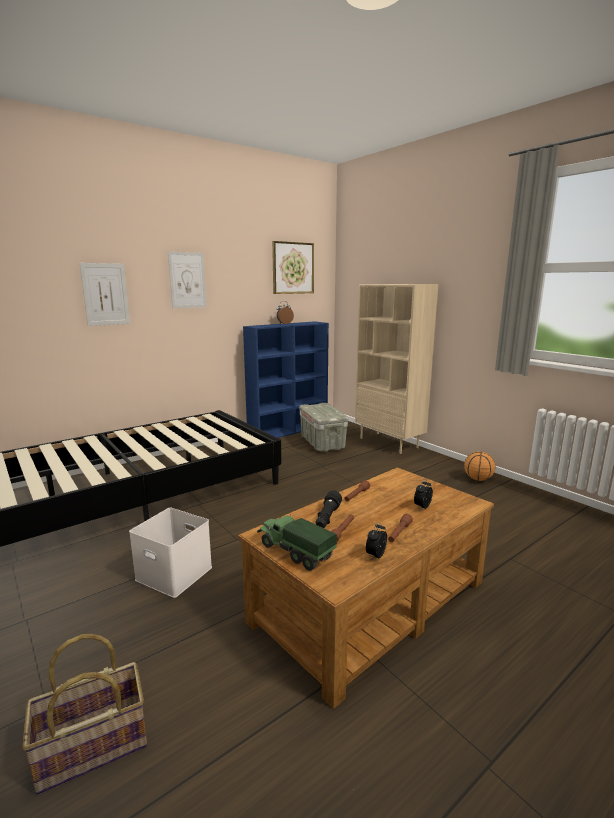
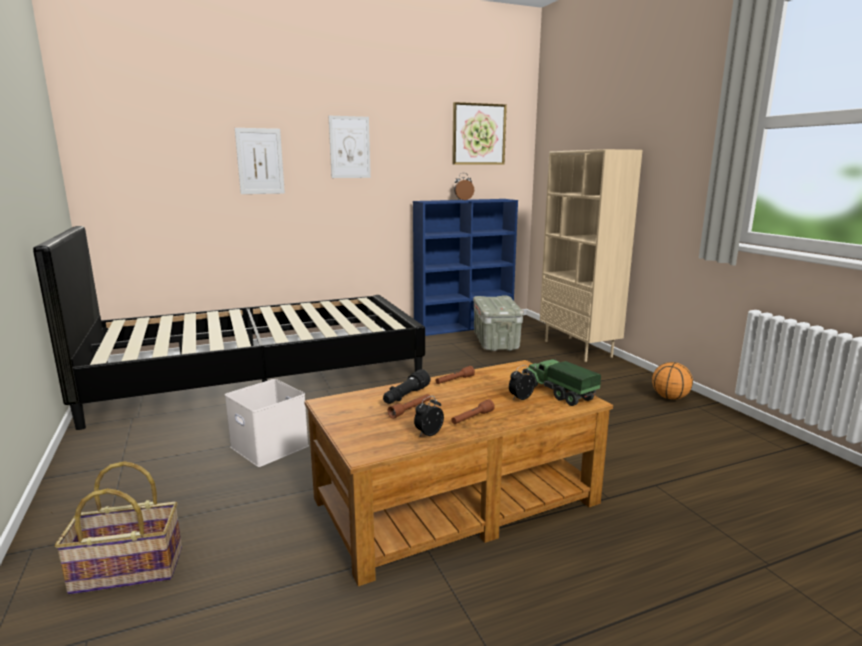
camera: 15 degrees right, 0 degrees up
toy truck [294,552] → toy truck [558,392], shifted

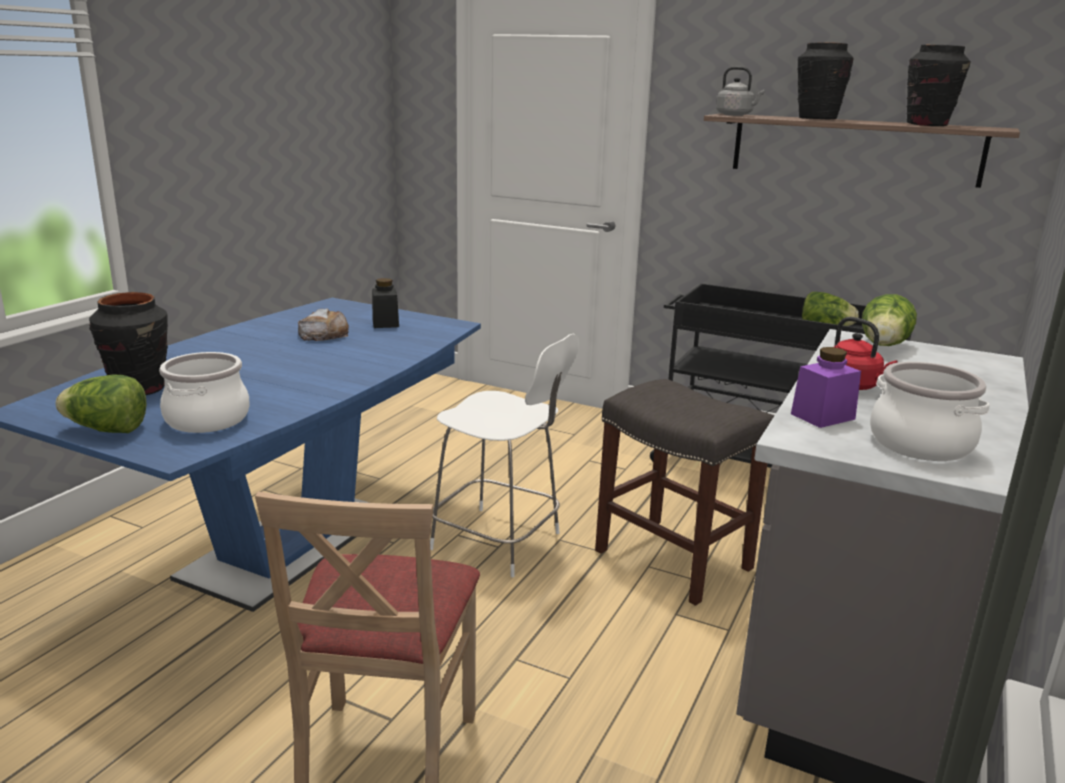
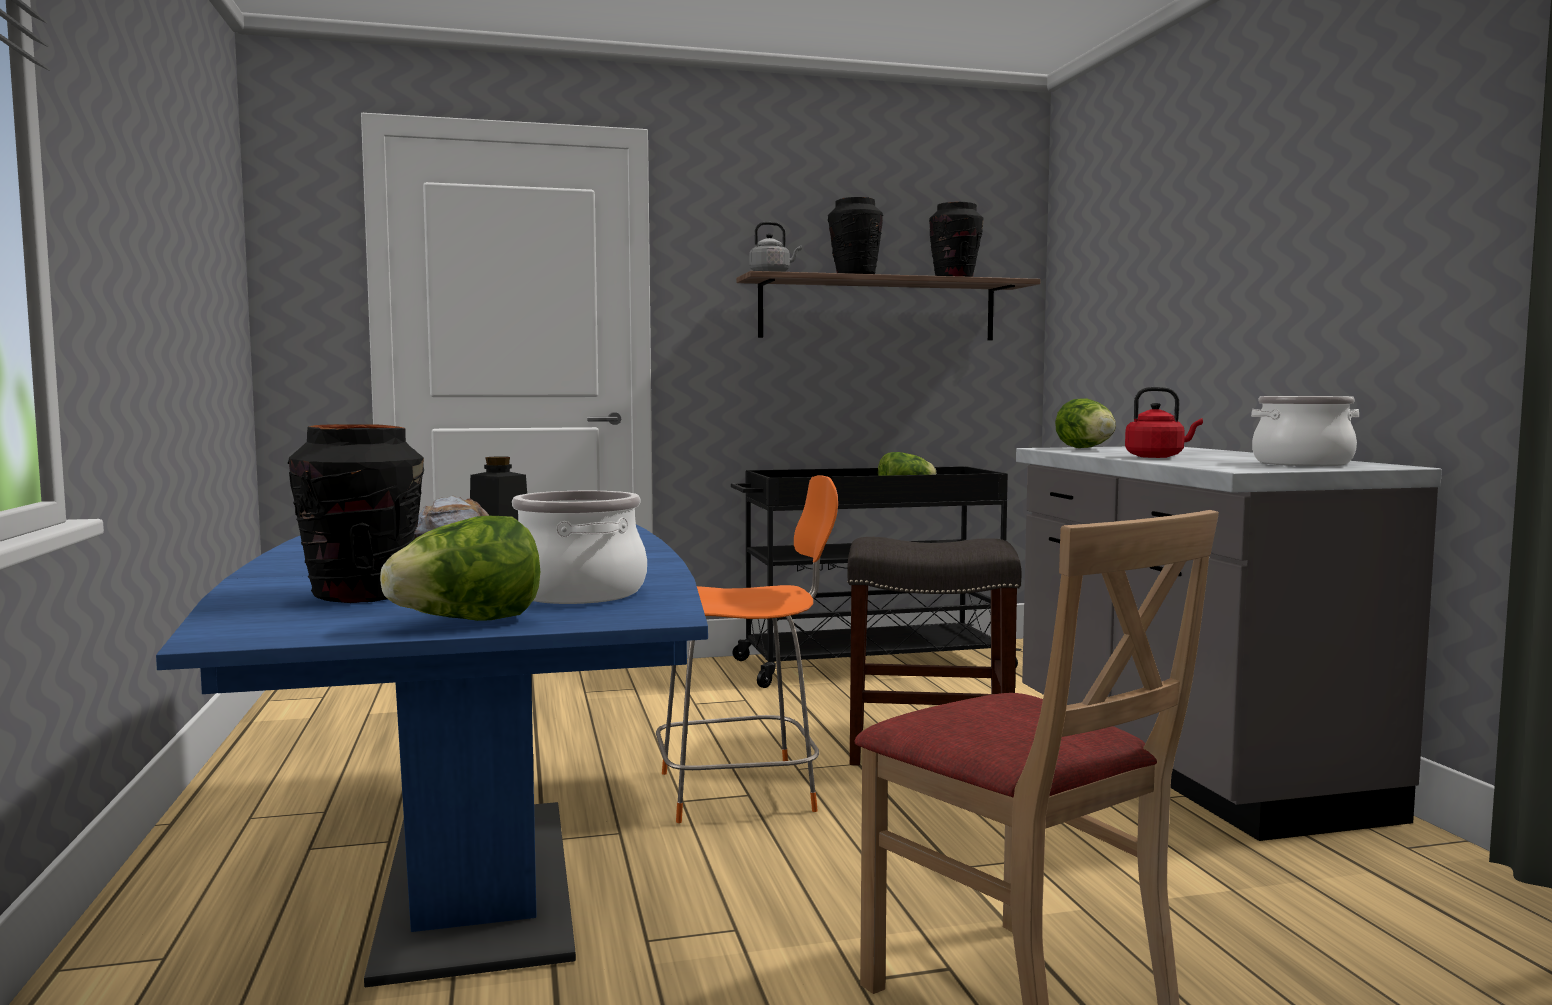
camera: 40 degrees left, 15 degrees down
chair (white) [500,542] → chair (orange) [743,791]
jar (purple) [822,416] → -

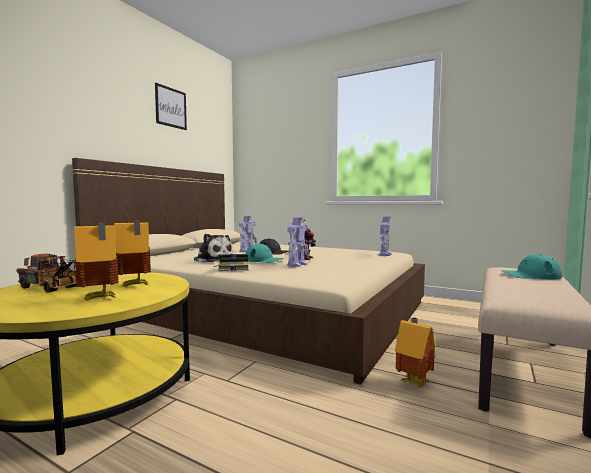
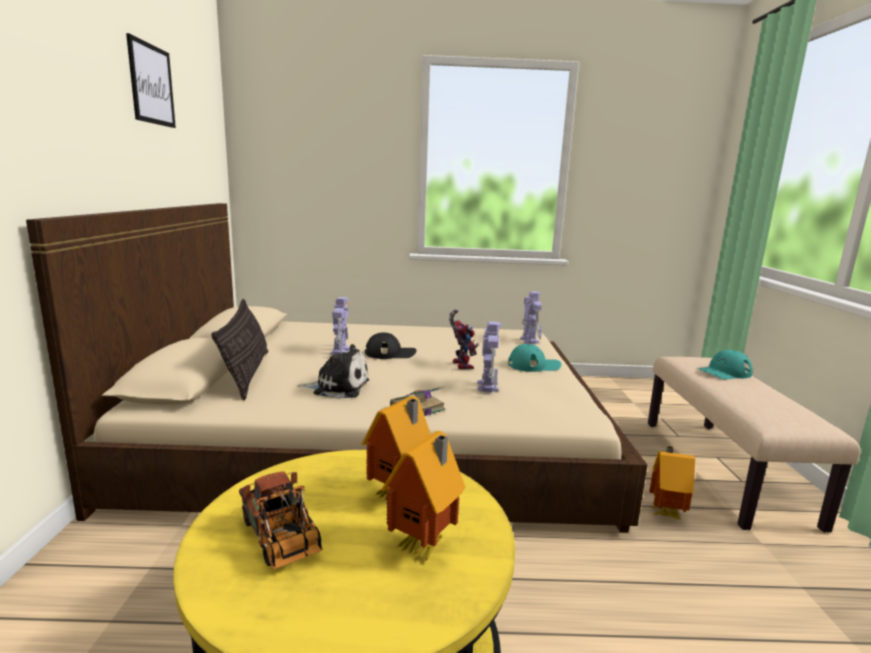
camera: 30 degrees left, 10 degrees up
toy truck [52,288] → toy truck [282,541], 60 degrees clockwise
cap (turquoise) [263,260] → cap (turquoise) [534,365], shifted
- → pillow [247,373]

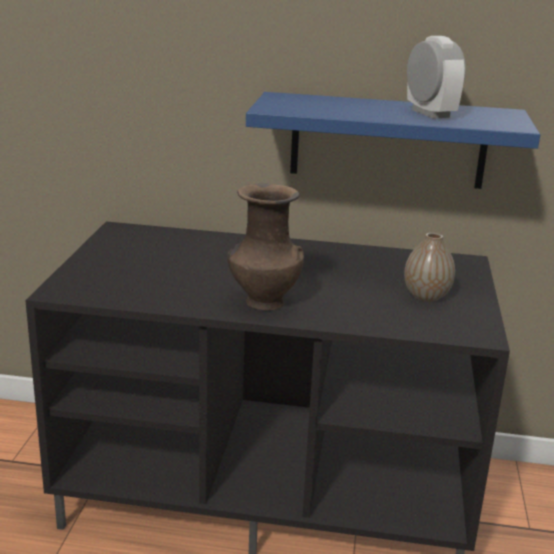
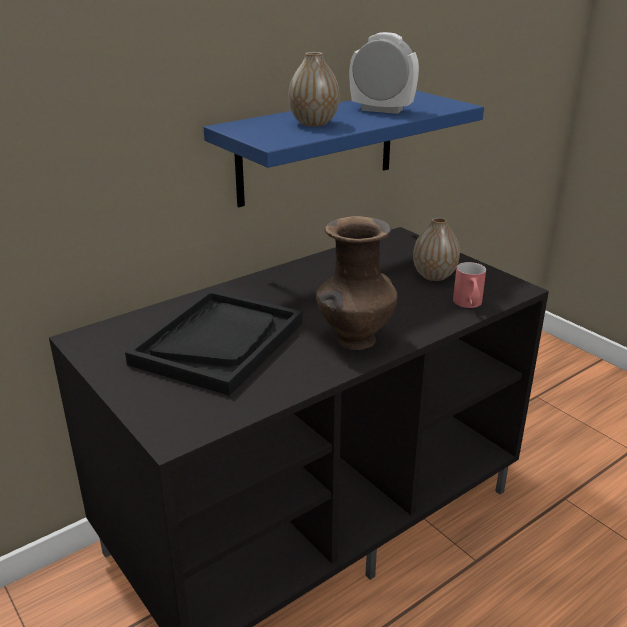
camera: 45 degrees left, 5 degrees up
- → tray (black) [218,343]
- → vase [313,123]
- → mug (red) [468,305]

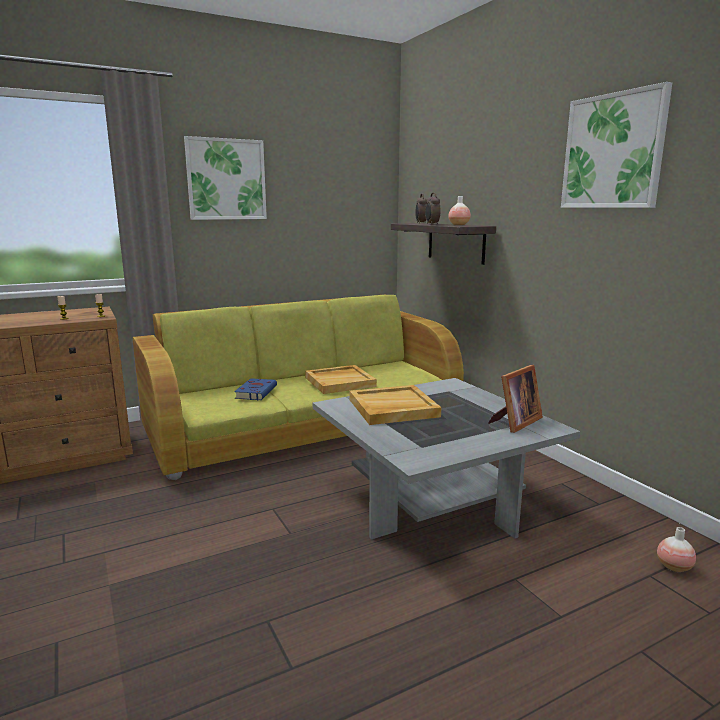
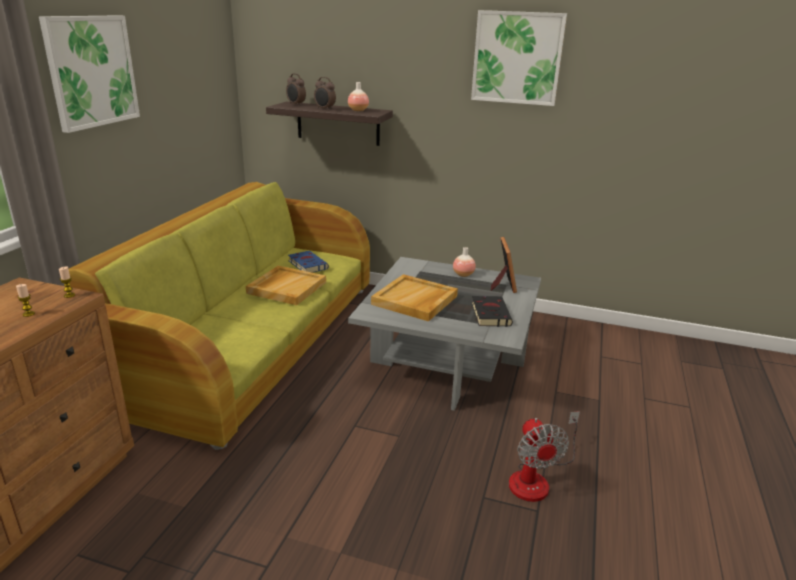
camera: 45 degrees left, 10 degrees up
book (blue) [256,392] → book (blue) [307,264], shifted
vase [674,567] → vase [463,274], shifted
- → book (black) [490,313]
- → fan [536,478]

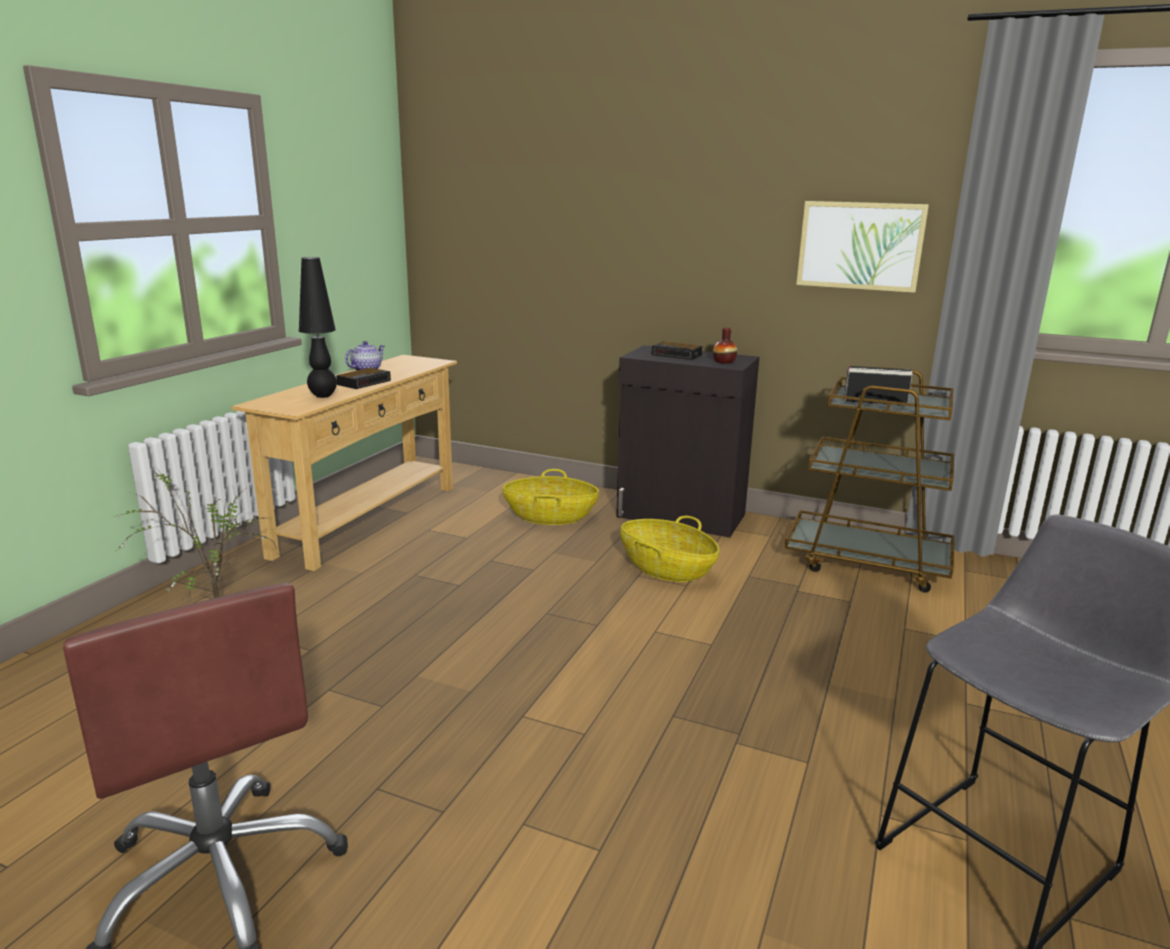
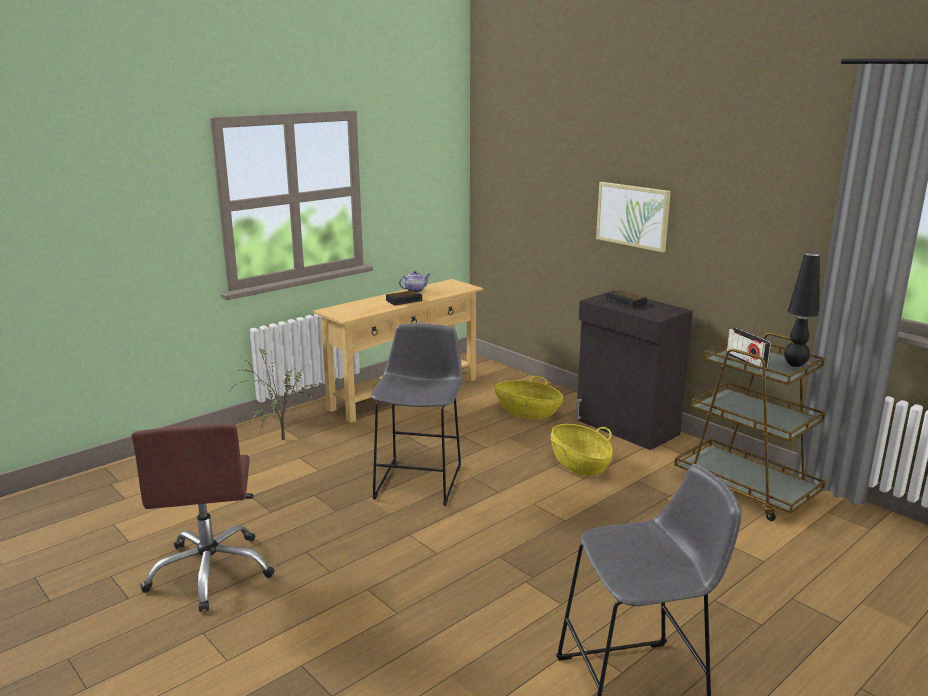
camera: 25 degrees right, 0 degrees up
table lamp (black) [323,396] → table lamp (black) [795,365], shifted
vase [724,361] → -
picture [860,246] → picture [633,215], shifted
radio [875,402] → radio [746,361], 150 degrees counterclockwise
- → stool (grey) [420,479]

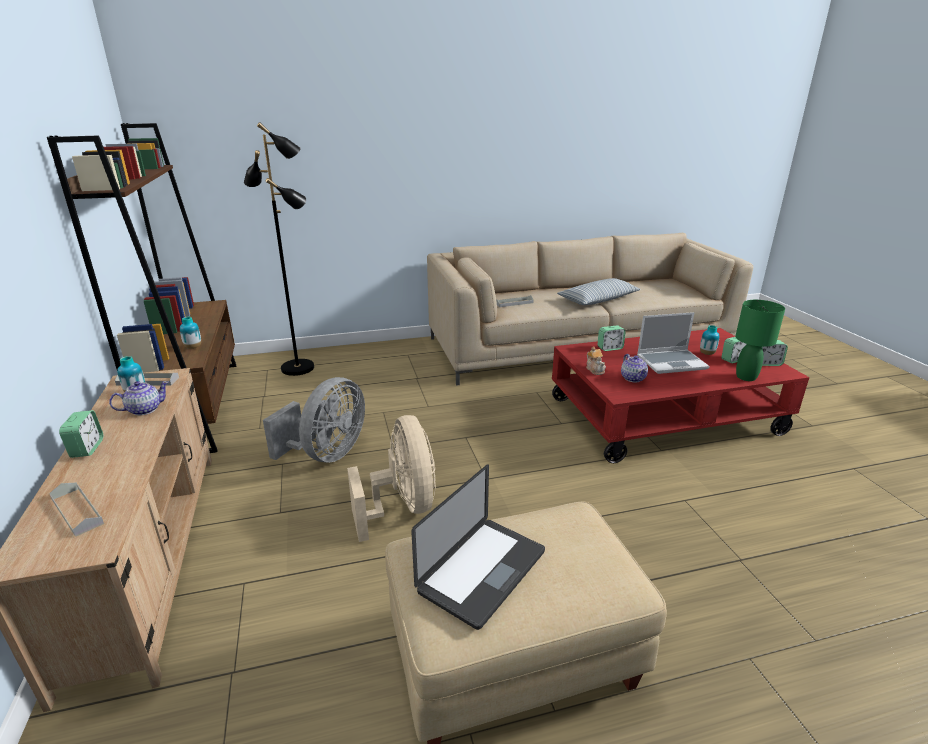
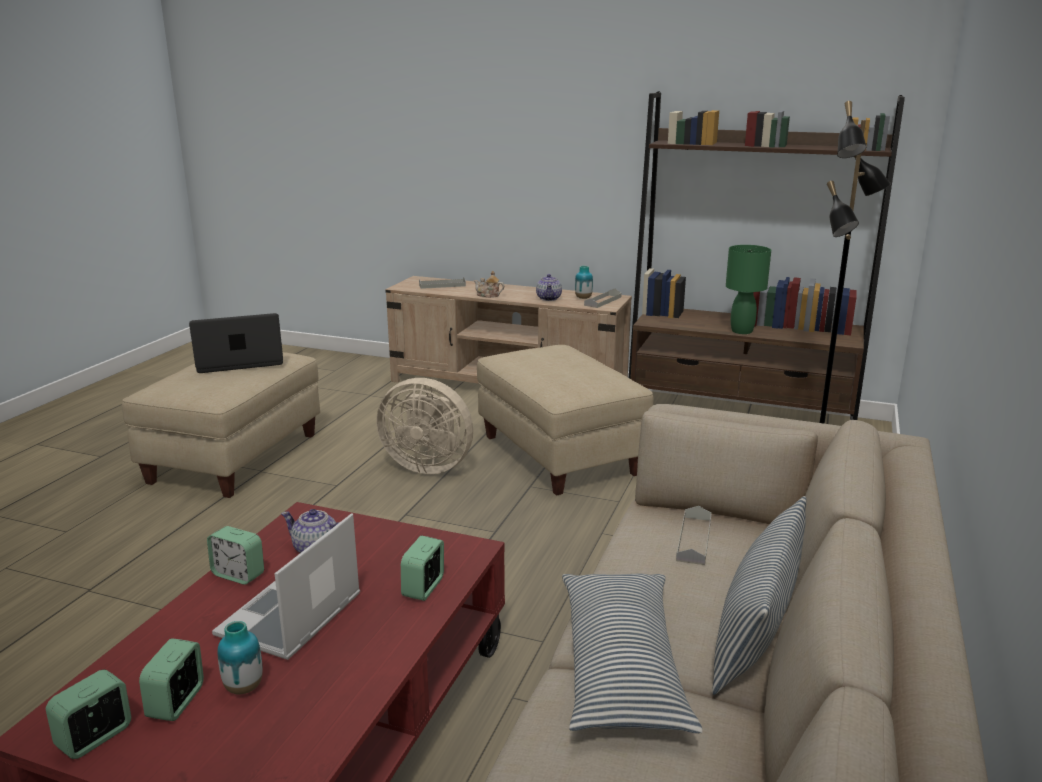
camera: 125 degrees right, 5 degrees down
alarm clock [87,448] → alarm clock [238,574], shifted
vase [193,347] → -
fan (grey) [327,454] → ottoman (beige) [560,454]
laptop [482,571] → laptop [239,362], 90 degrees clockwise
teapot [595,369] → teapot [488,295], shifted
table lamp (green) [745,377] → table lamp (green) [742,331], shifted
- → pillow [756,631]

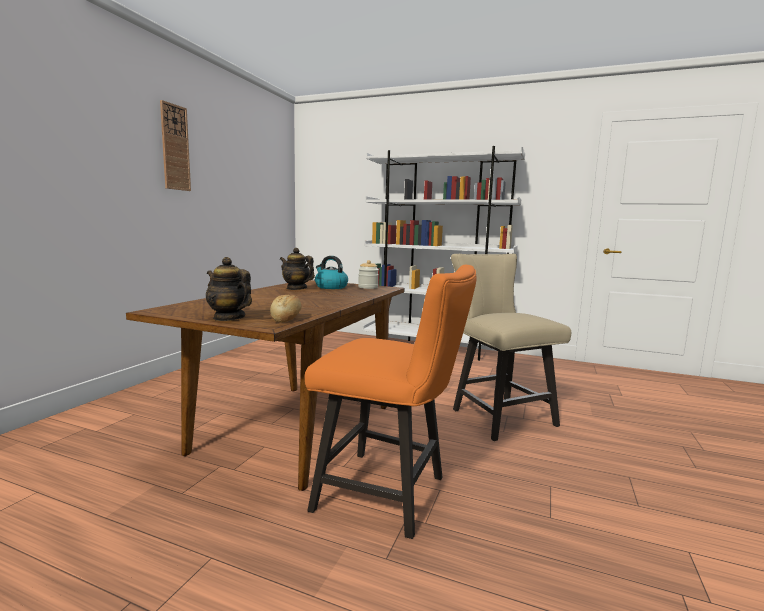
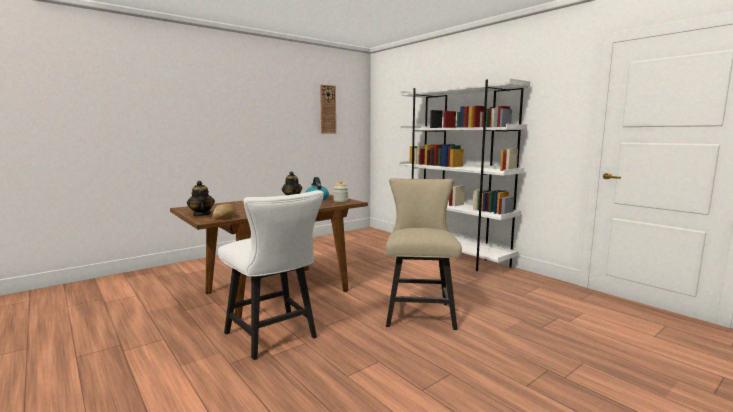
camera: 30 degrees right, 0 degrees up
wall clock [175,147] → wall clock [328,109], shifted
chair (orange) [390,495] → chair (white) [274,337]

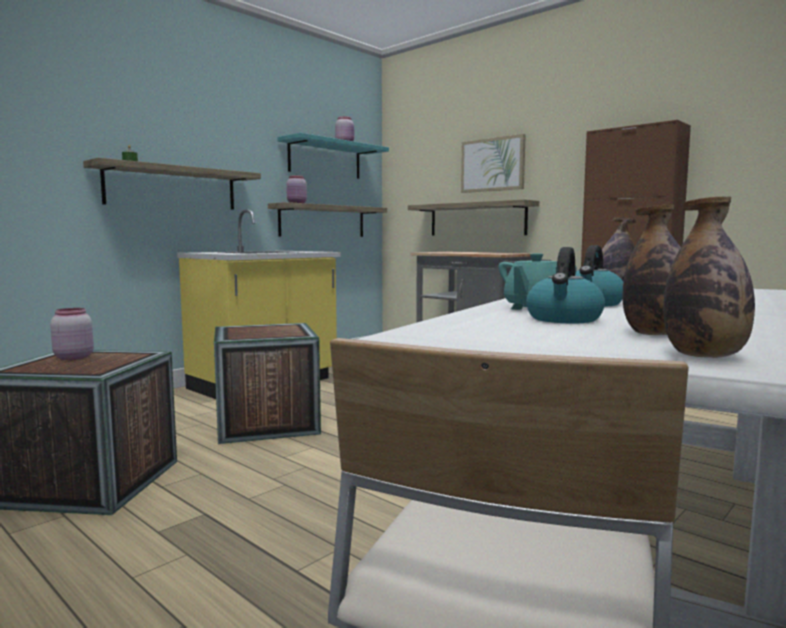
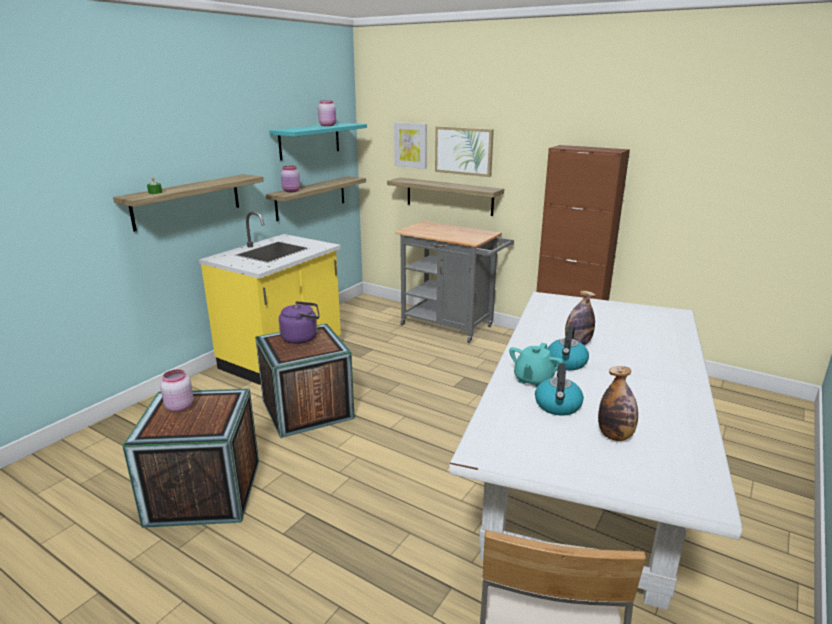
camera: 10 degrees left, 15 degrees up
bottle [705,356] → -
- → kettle (purple) [302,337]
- → picture [411,145]

